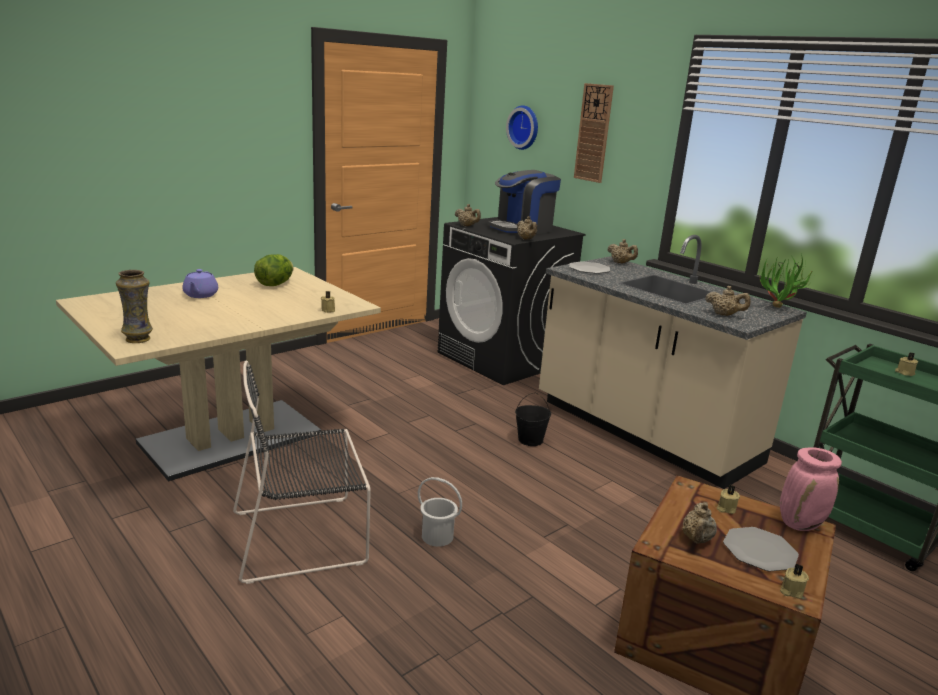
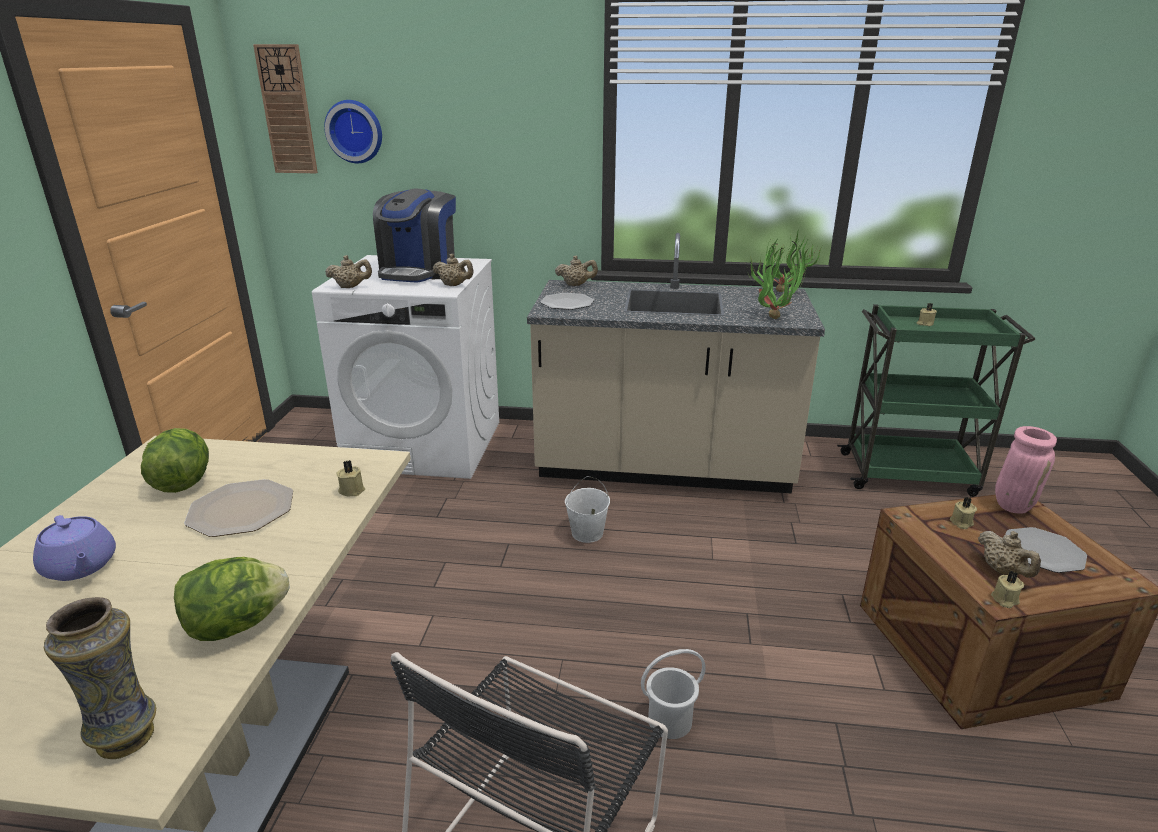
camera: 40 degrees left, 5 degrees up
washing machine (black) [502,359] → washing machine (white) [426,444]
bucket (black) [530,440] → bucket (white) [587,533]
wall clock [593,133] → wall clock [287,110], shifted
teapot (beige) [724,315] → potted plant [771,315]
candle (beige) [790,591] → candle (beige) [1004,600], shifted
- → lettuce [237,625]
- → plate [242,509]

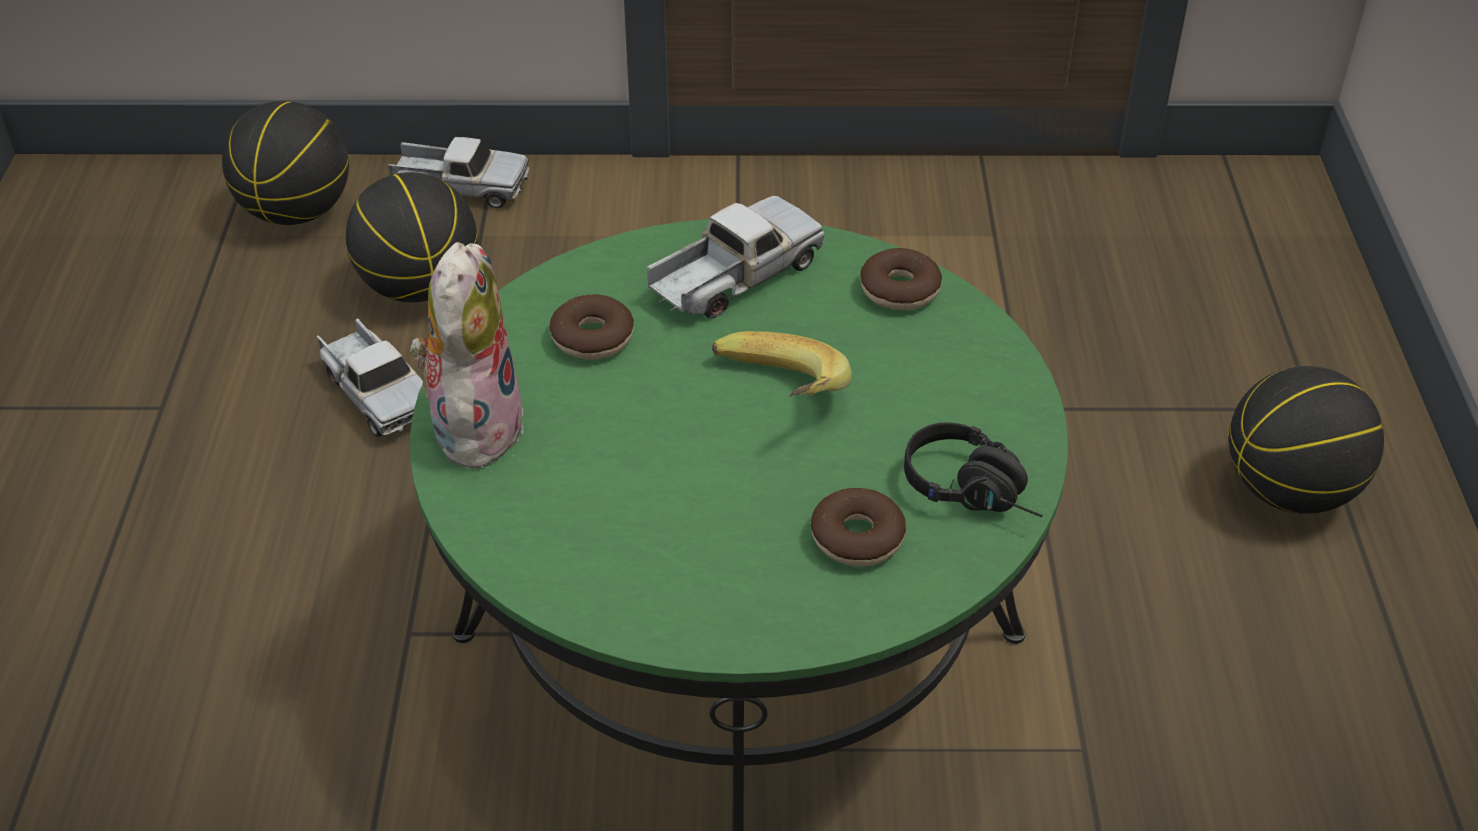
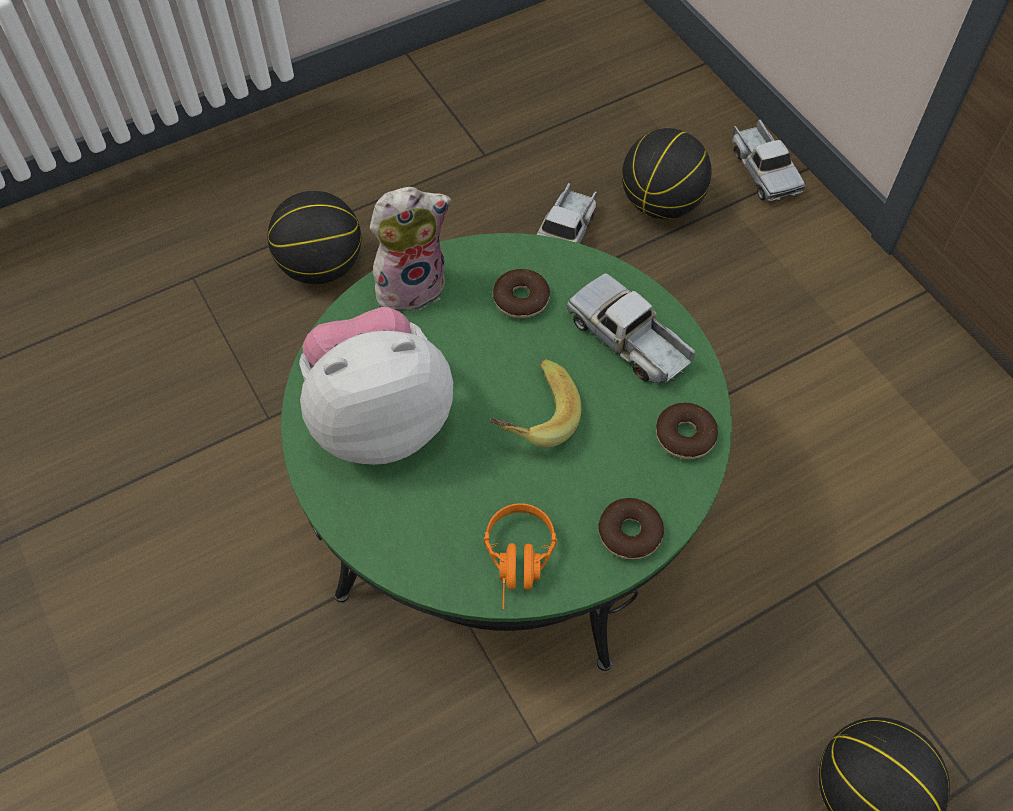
camera: 60 degrees right, 15 degrees up
basketball [297,212] → basketball [321,267], shifted
toy truck [734,277] → toy truck [629,340], 150 degrees counterclockwise
donut [857,538] → donut [629,533], shifted
headphones (black) [976,492] → headphones (orange) [519,564]
- → plush toy [379,419]

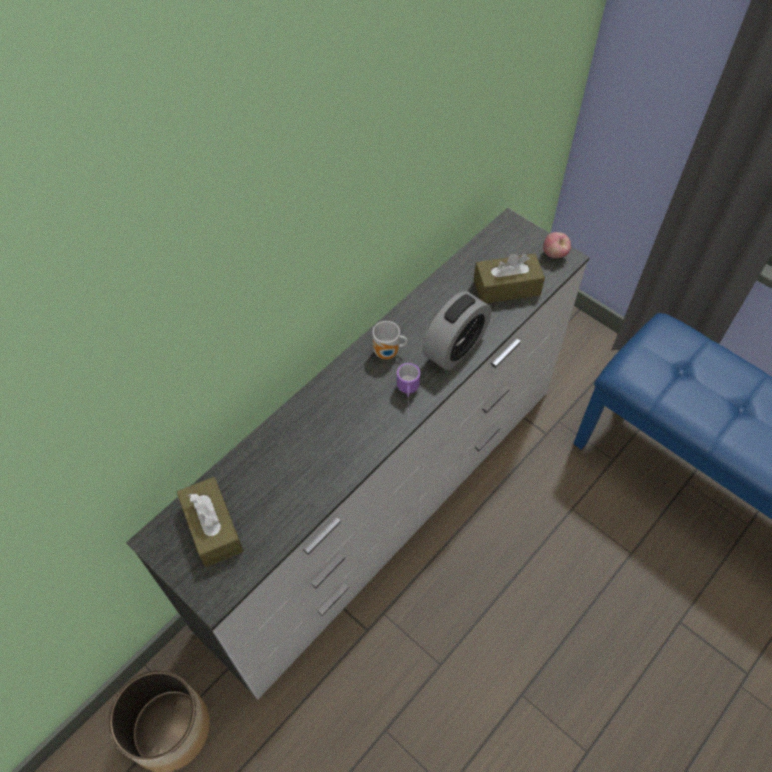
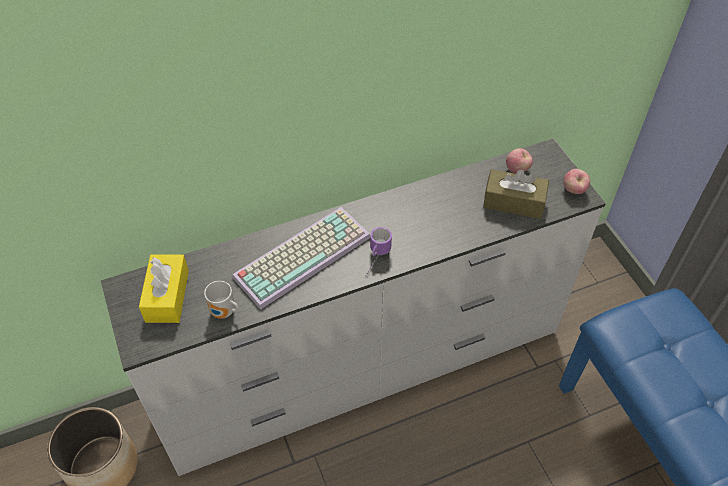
camera: 25 degrees right, 5 degrees down
tissue box (brown) [213,527] → tissue box (yellow) [167,296]
mug [388,353] → mug [224,313], shifted
alarm clock [455,348] → -
- → keyboard [302,254]
- → apple [517,169]

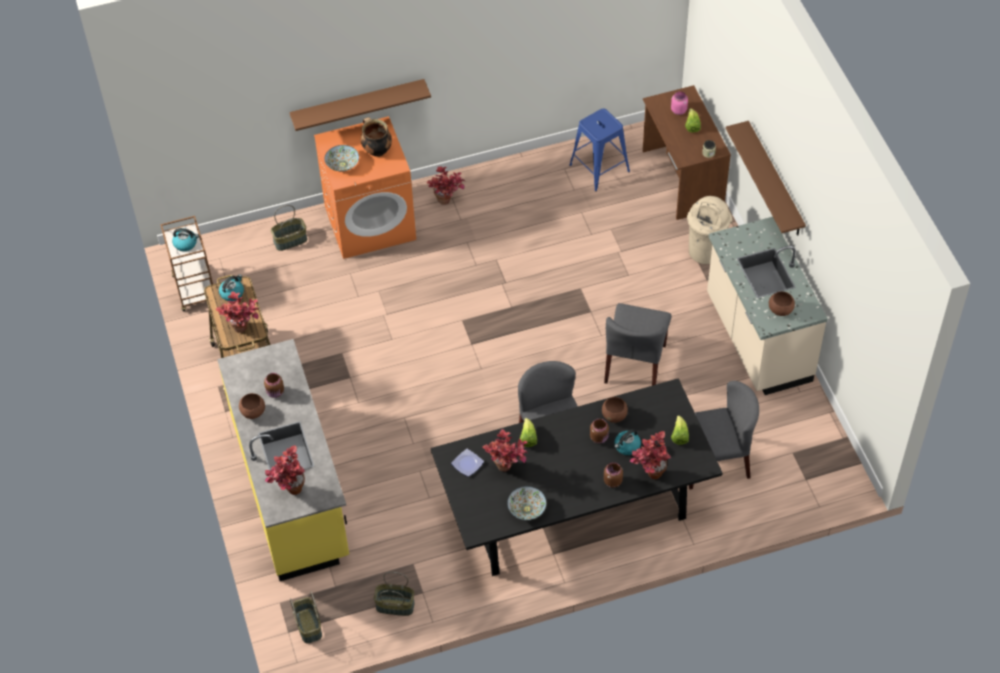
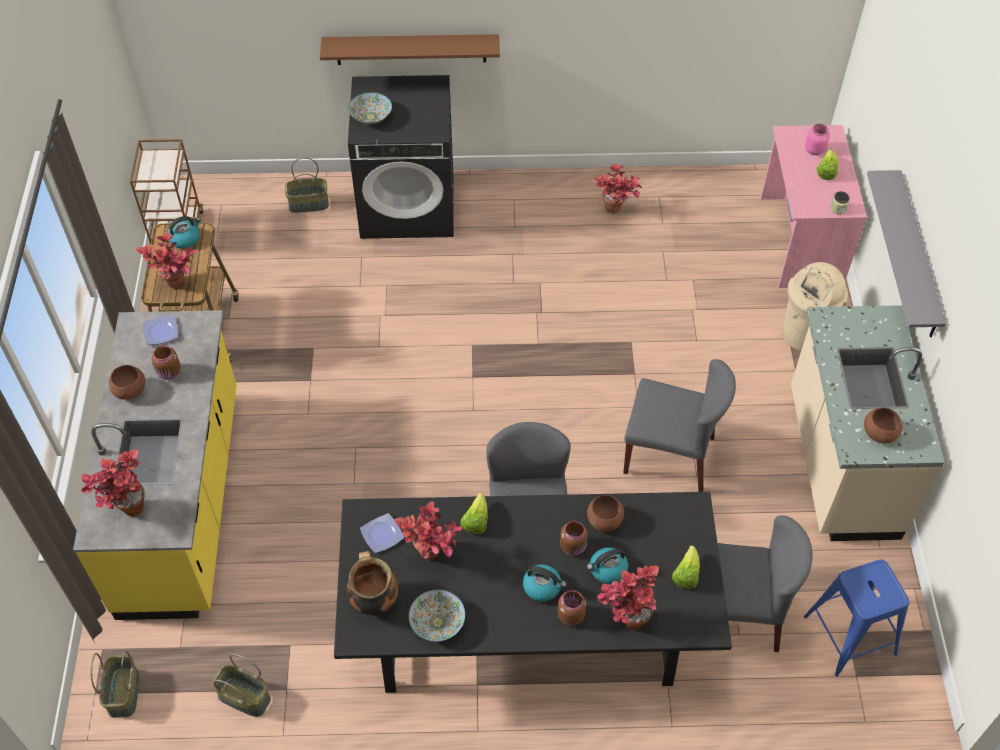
camera: 15 degrees right, 0 degrees up
kettle [186,243] → kettle [542,587], shifted
washing machine (orange) [370,222] → washing machine (black) [408,205]
cooking pot [376,150] → cooking pot [373,600], shifted
potted plant [448,202] → potted plant [616,211], shifted
stool (blue) [600,168] → stool (blue) [850,635], shifted
chair (grey) [635,364] → chair (grey) [670,455], 105 degrees counterclockwise
desk (brown) [681,179] → desk (pink) [799,241]
shelf (brown) [775,180] → shelf (grey) [917,256]
- → plate [160,331]

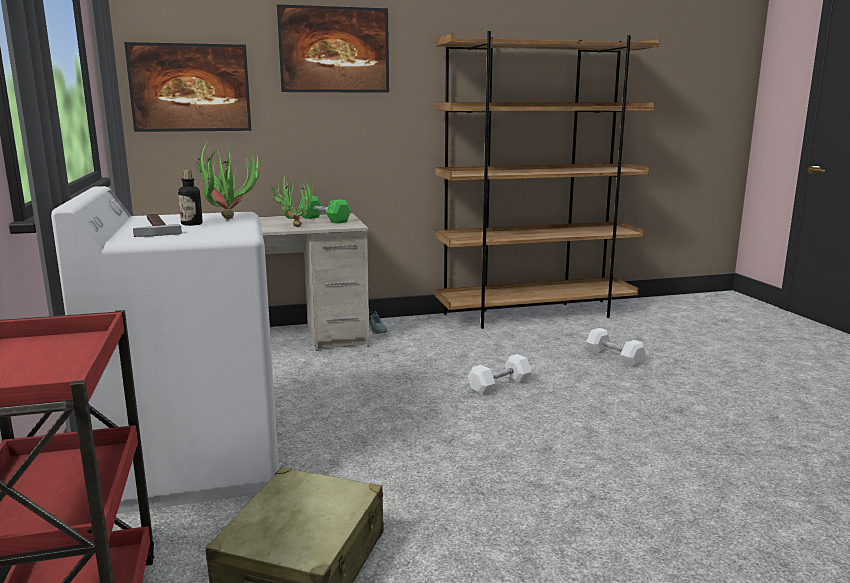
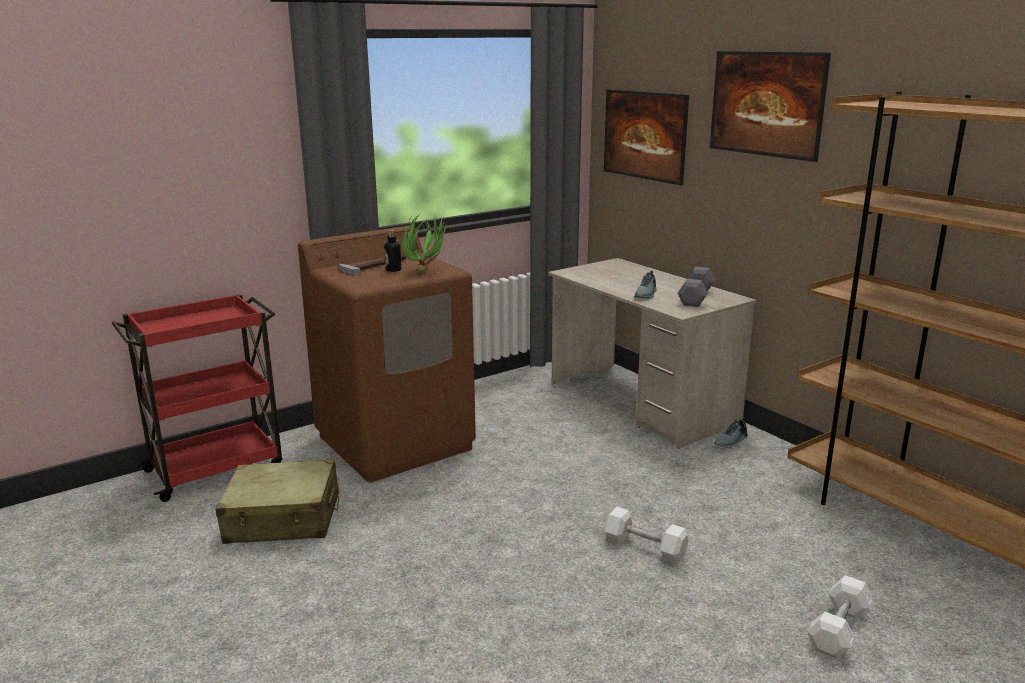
camera: 70 degrees right, 5 degrees up
washing machine (white) [193,462] → washing machine (brown) [396,442]
potted plant [294,226] → shoe [647,294]
dumbbell (green) [324,220] → dumbbell (grey) [695,297]

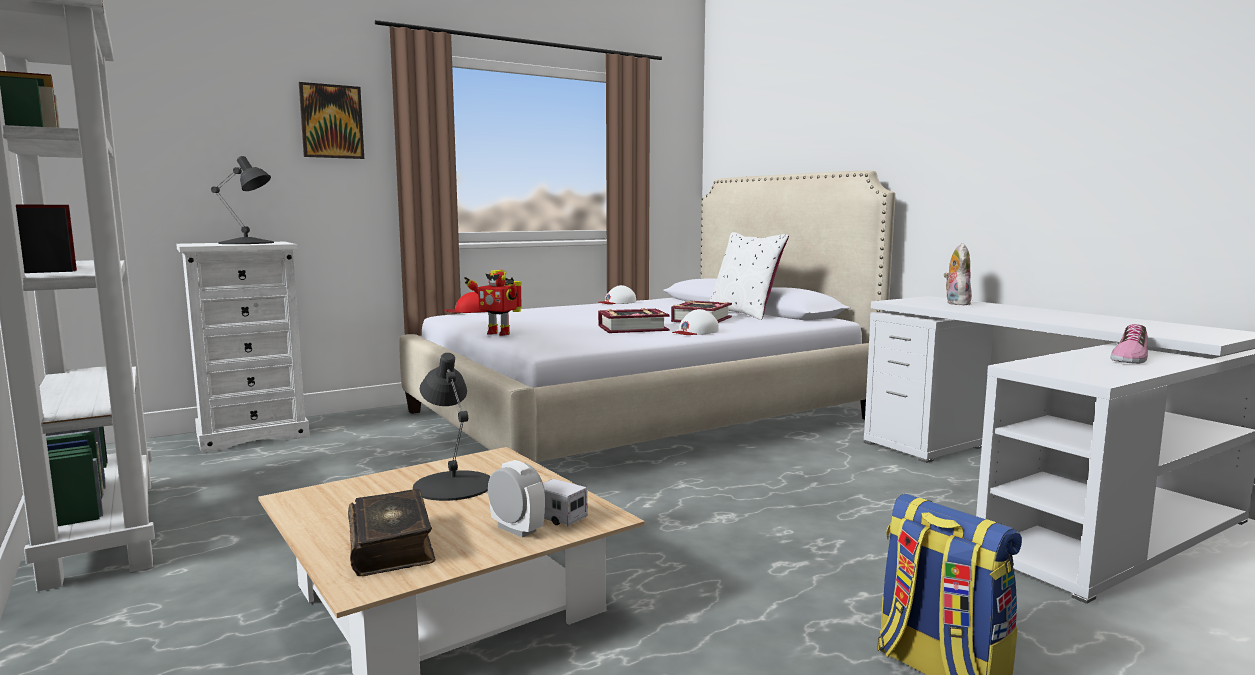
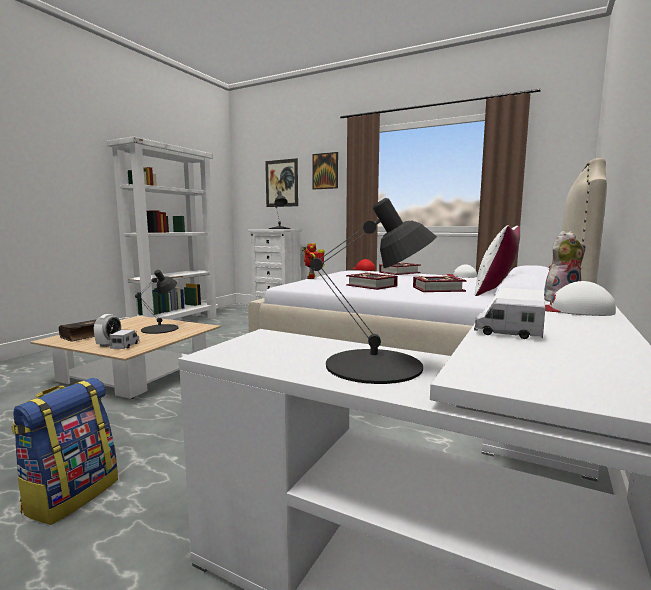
camera: 60 degrees right, 0 degrees up
cap (white) [695,332] → cap (white) [573,310], shifted
shoe [1128,358] → table lamp (black) [375,366]
- → picture [281,183]
- → book [399,273]
- → toy truck [507,333]

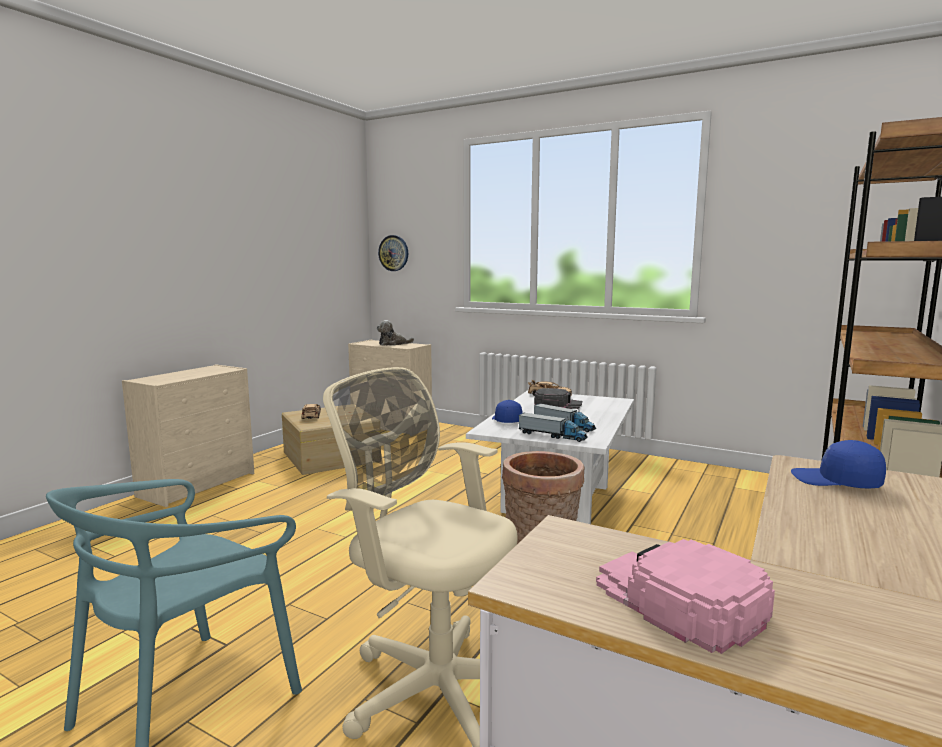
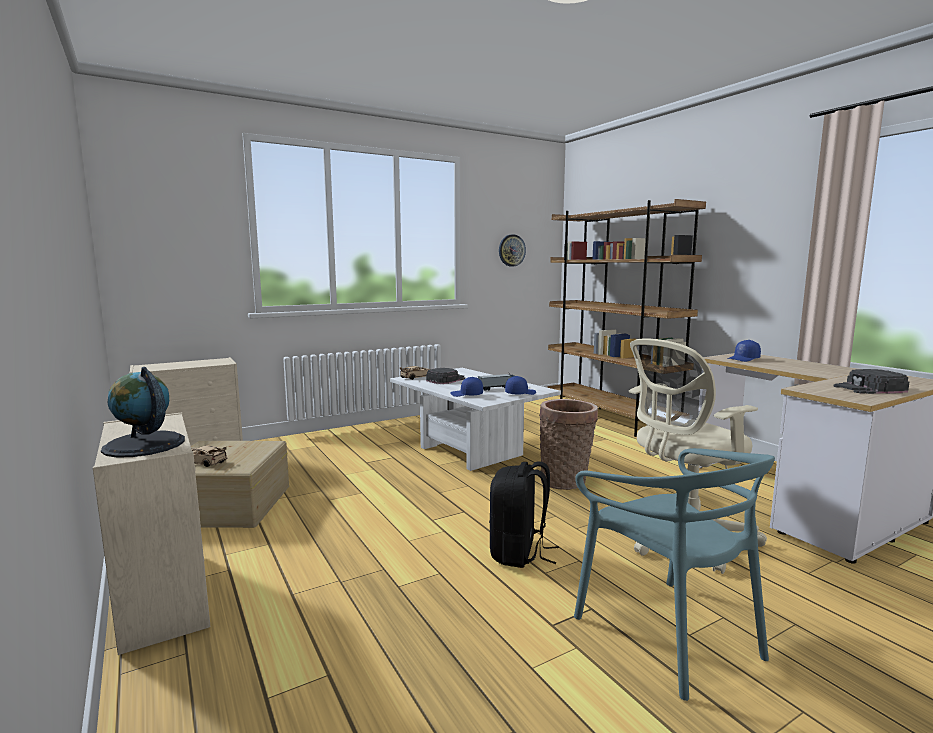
camera: 60 degrees left, 0 degrees up
plush toy [393,344] → -
wall clock [394,253] → wall clock [511,250], shifted
toy truck [552,436] → cap (blue) [520,393]
cap (pink) [678,600] → cap (black) [869,389]
- → globe [144,445]
- → backpack (black) [519,553]

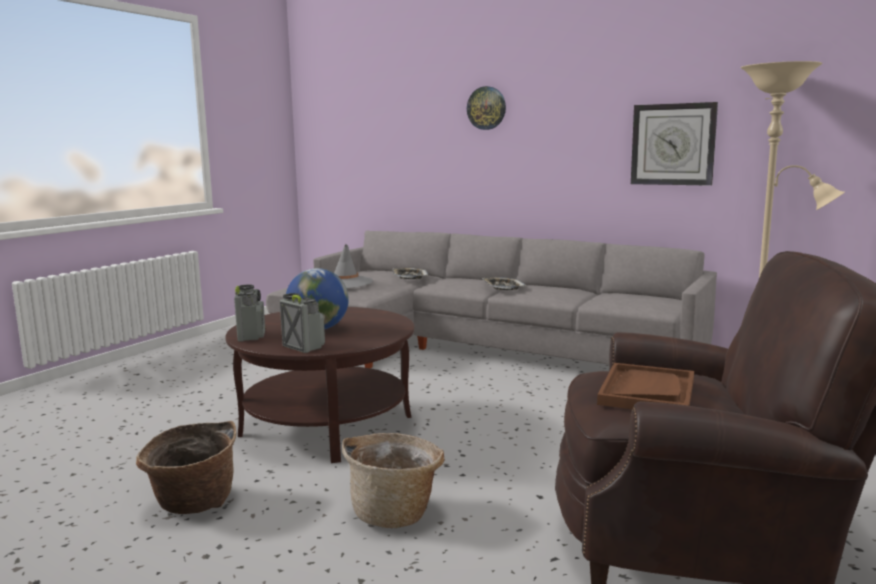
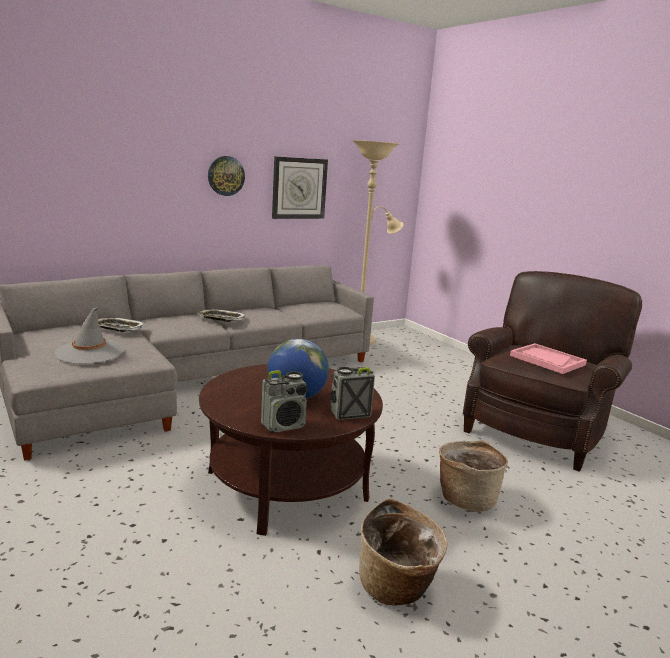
camera: 65 degrees left, 5 degrees up
radio [251,336] → radio [284,425], 135 degrees clockwise
wall clock [486,108] → wall clock [226,176], shifted
tray (brown) [647,392] → tray (pink) [547,360]

